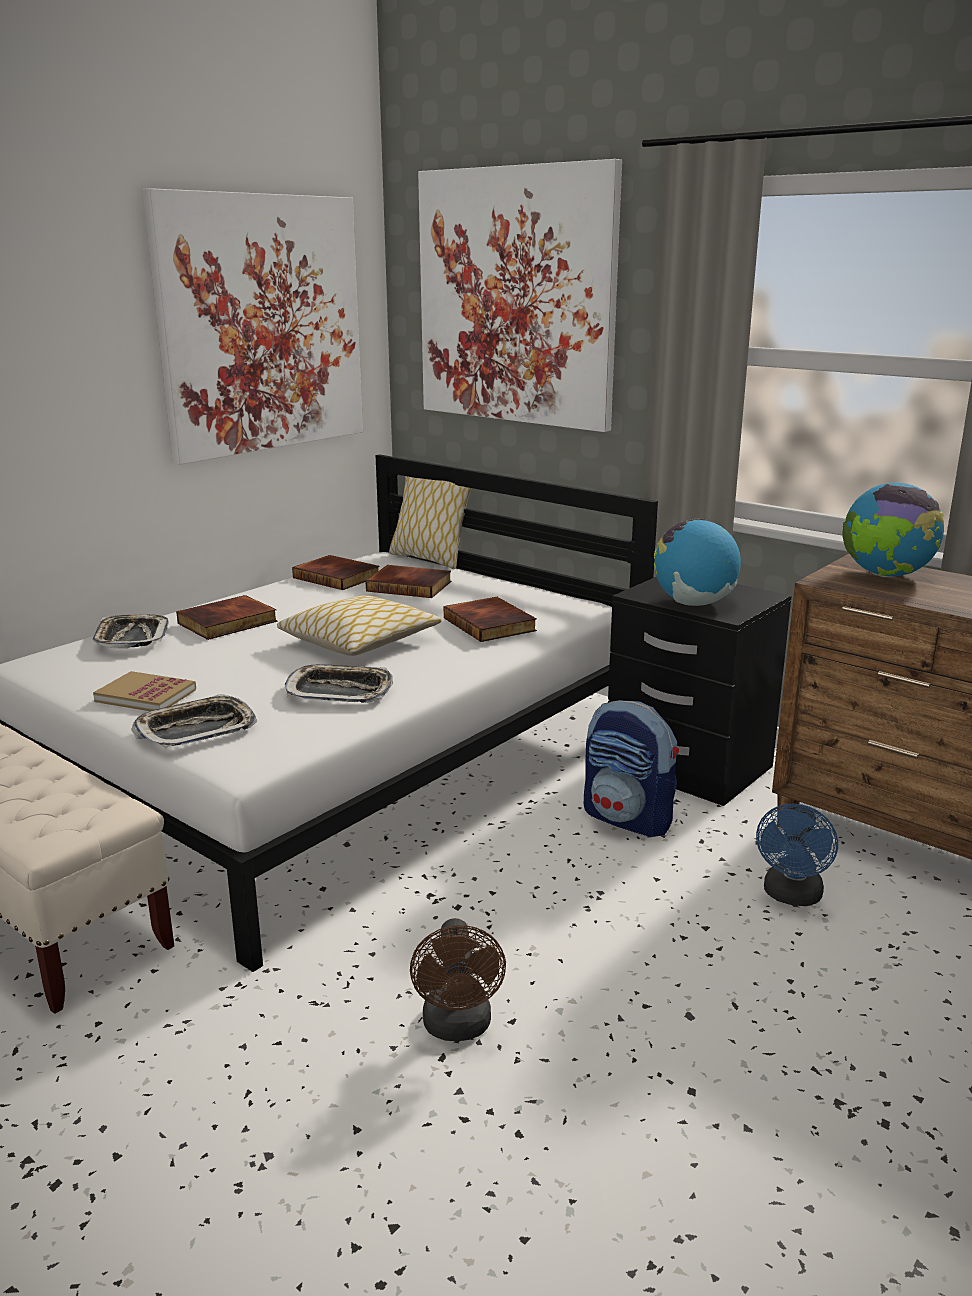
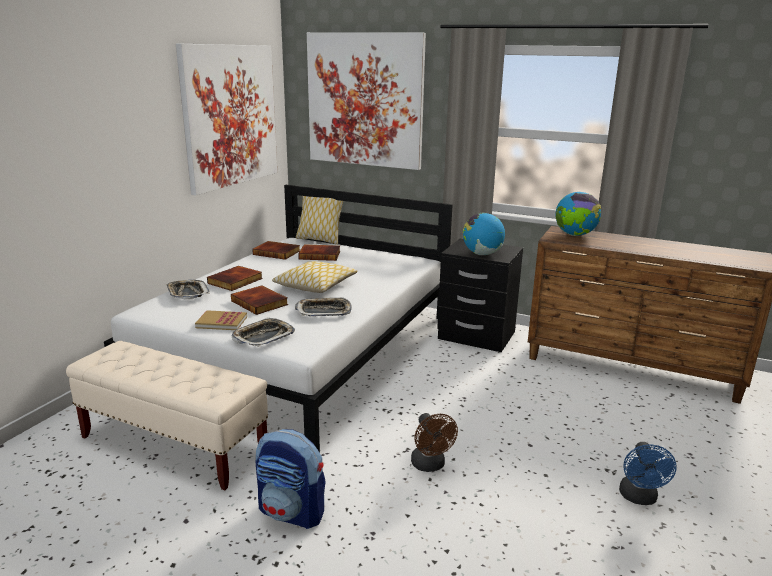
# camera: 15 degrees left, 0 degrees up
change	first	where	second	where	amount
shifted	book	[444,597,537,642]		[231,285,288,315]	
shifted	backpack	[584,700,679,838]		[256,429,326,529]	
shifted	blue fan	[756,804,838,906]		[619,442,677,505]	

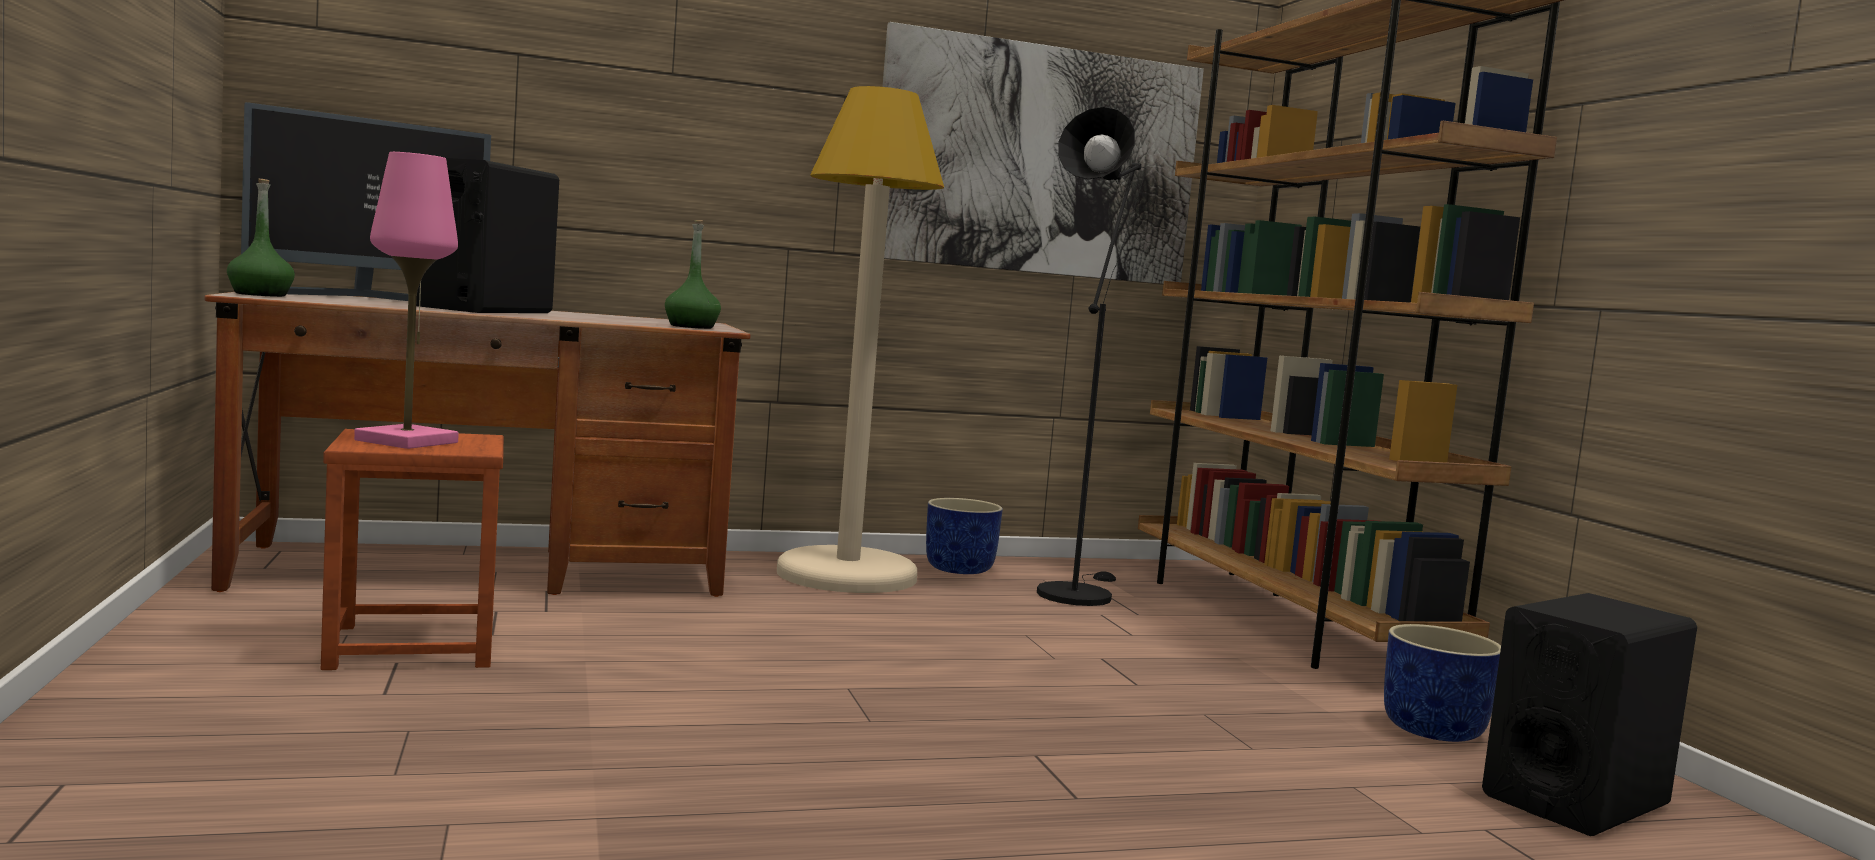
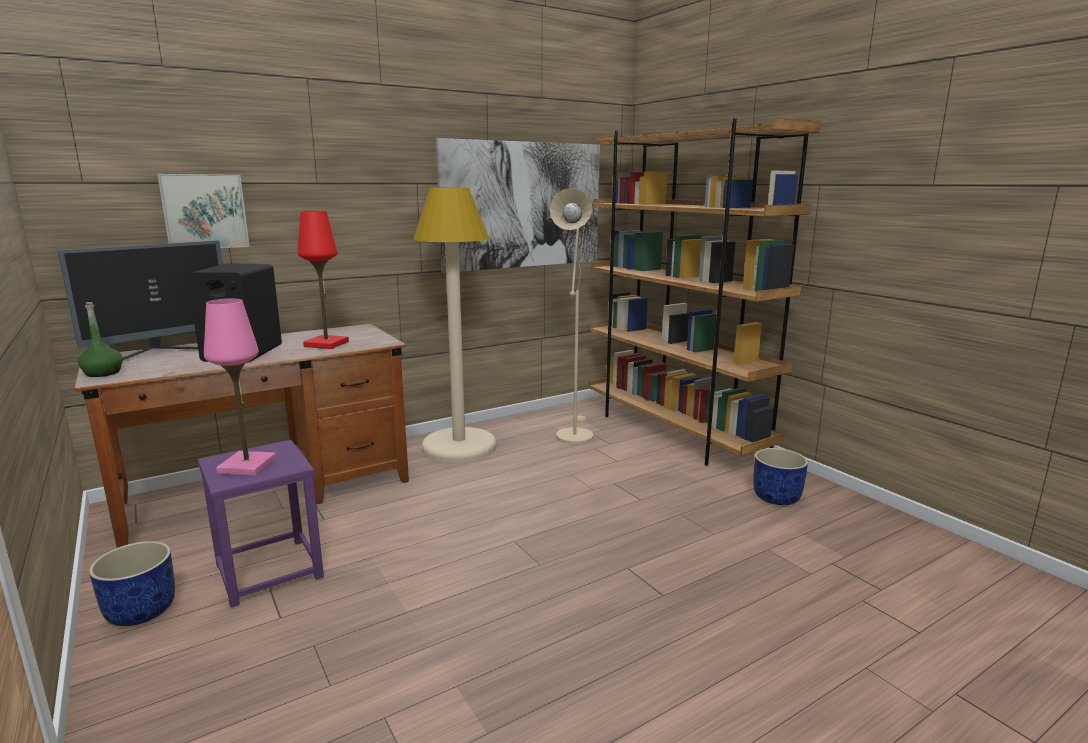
# camera: 15 degrees left, 10 degrees up
change	first	where	second	where	amount
gone	green bottle	[665,220,721,329]			
gone	black speaker	[1482,593,1697,836]			
new			picture	[157,174,249,248]	
new			red table lamp	[297,211,349,349]	
shifted	blue planter	[926,498,1003,574]		[89,541,175,626]	
repainted	brown stool	[321,429,504,670]	purple stool	[197,440,324,608]	
repainted	black floor lamp	[1037,107,1146,606]	beige floor lamp	[550,188,594,444]	

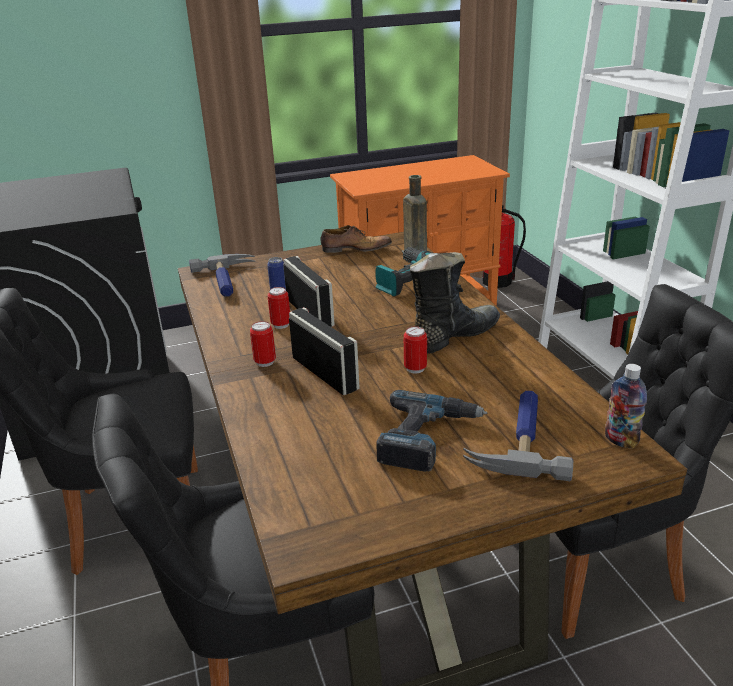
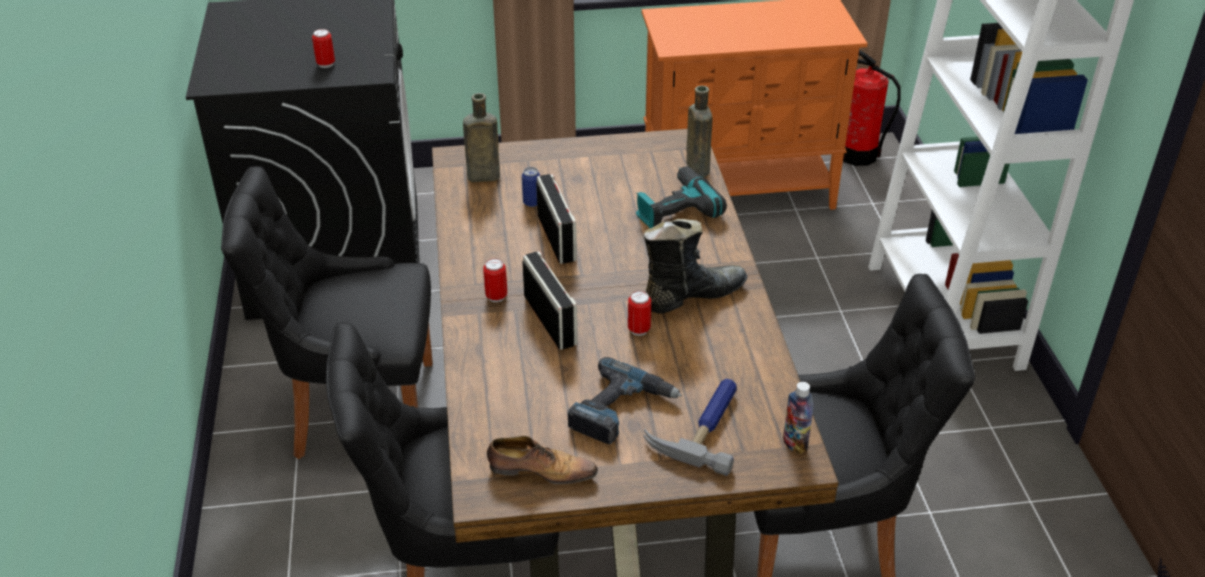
# camera: 10 degrees right, 10 degrees up
change	first	where	second	where	amount
shifted	can	[267,287,290,329]		[312,29,335,68]	
shifted	shoe	[320,225,392,253]		[487,436,598,485]	
swapped	hammer	[189,254,255,297]	brown bottle	[463,93,500,182]	

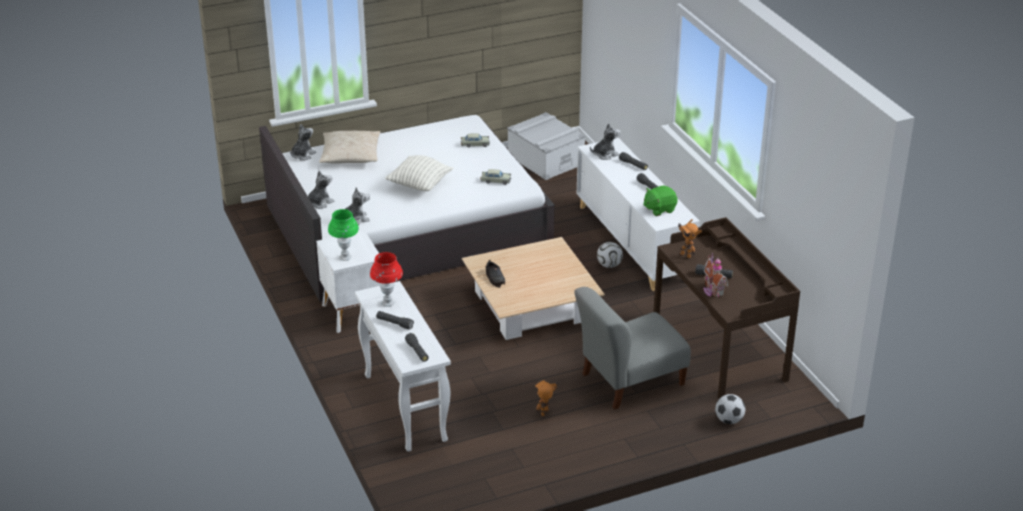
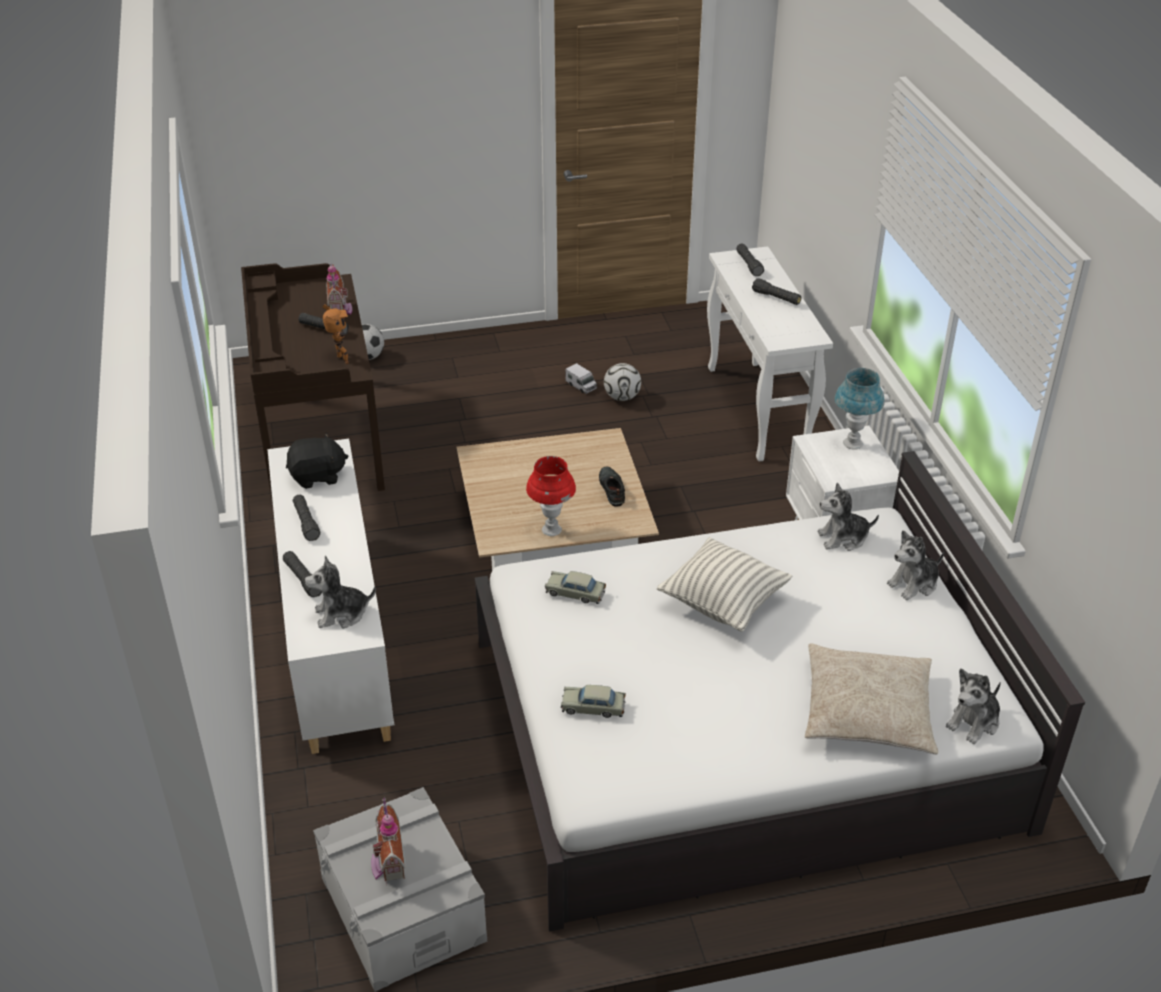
# camera: 170 degrees left, 5 degrees up
change	first	where	second	where	amount
gone	grey chair	[574,287,691,410]			
new			toy house	[371,797,406,885]	
shifted	red table lamp	[370,252,403,307]		[526,456,576,536]	
shifted	football	[597,242,623,268]		[604,363,641,401]	
swapped	toy robot	[535,380,558,416]	toy truck	[565,363,597,394]	
repainted	green table lamp	[328,209,359,261]	blue table lamp	[835,368,885,450]	
repainted	green plush toy	[643,185,678,216]	black plush toy	[286,433,349,489]	

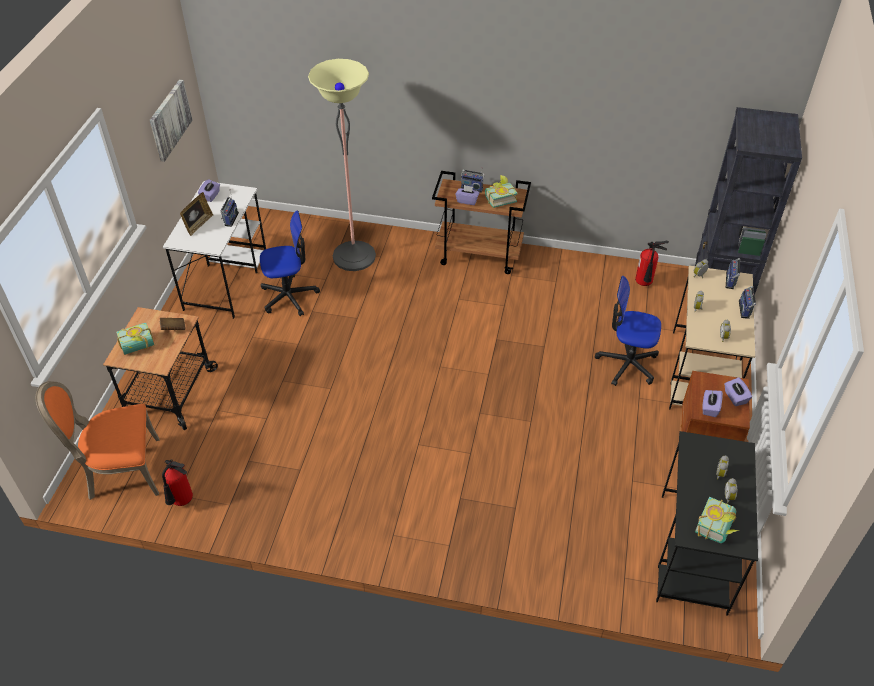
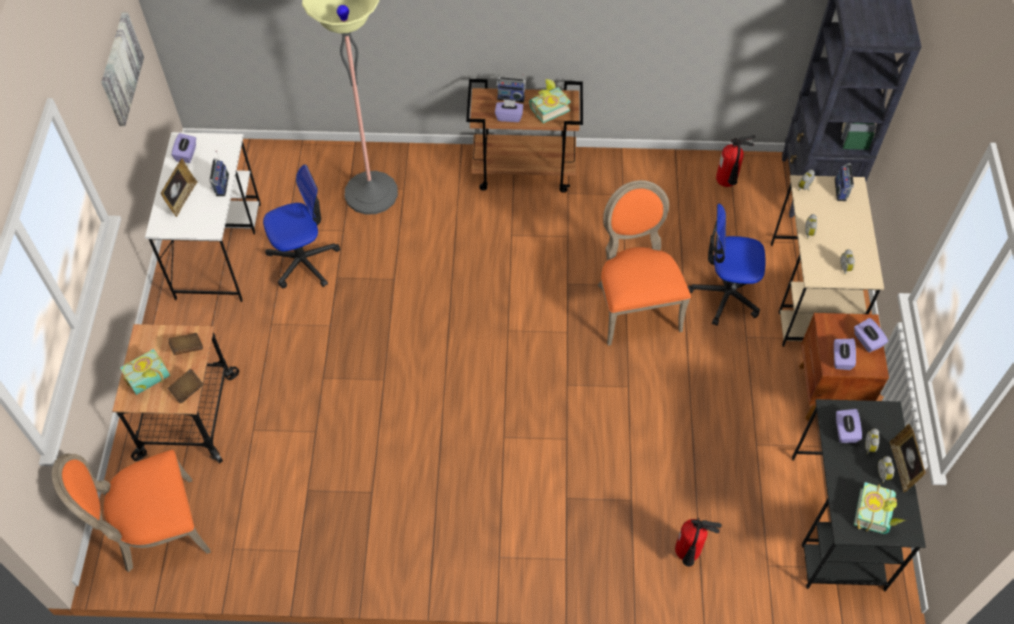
# camera: 10 degrees left, 10 degrees up
change	first	where	second	where	amount
gone	radio	[739,286,756,319]			
new			brown book	[168,369,204,403]	
new			orange chair	[597,180,691,346]	
new			purple tissue box	[836,409,862,443]	
new			picture frame	[890,424,926,492]	
shifted	fire extinguisher	[162,459,193,506]		[675,518,722,567]	

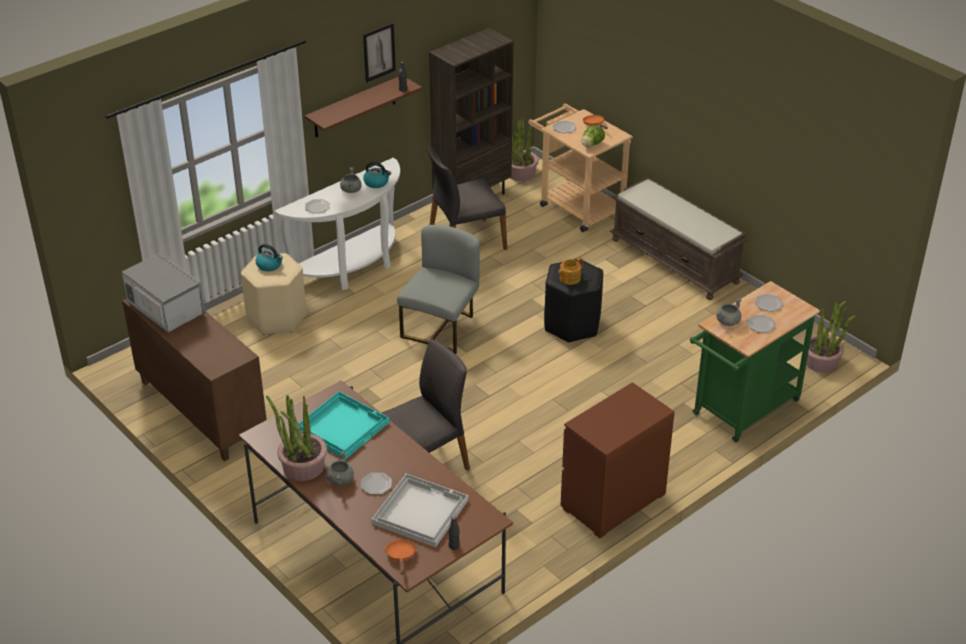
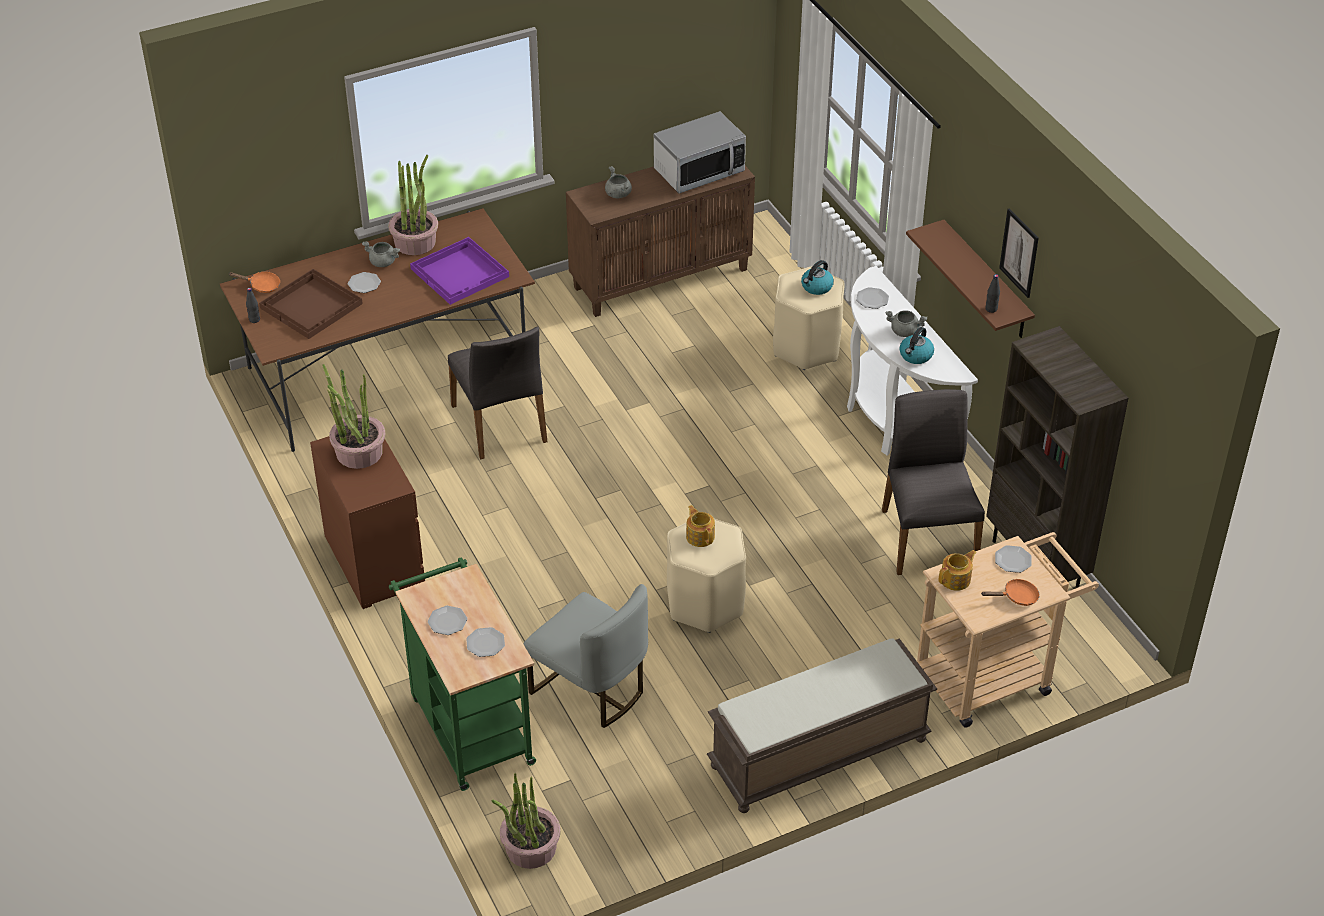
# camera: 105 degrees right, 5 degrees up
change	first	where	second	where	amount
shifted	grey chair	[397,225,480,354]		[524,584,648,728]	
shifted	potted plant	[511,120,539,181]		[322,364,385,469]	
shifted	grey cooking pot	[716,298,742,326]		[605,166,632,198]	
swapped	lettuce	[581,125,605,147]	teapot	[939,550,976,591]	
repainted	turquoise tray	[298,391,389,460]	purple tray	[410,237,509,305]	
repainted	white tray	[372,474,468,548]	brown tray	[259,269,363,339]	
repainted	black stool	[544,259,603,343]	beige stool	[667,519,746,633]	

